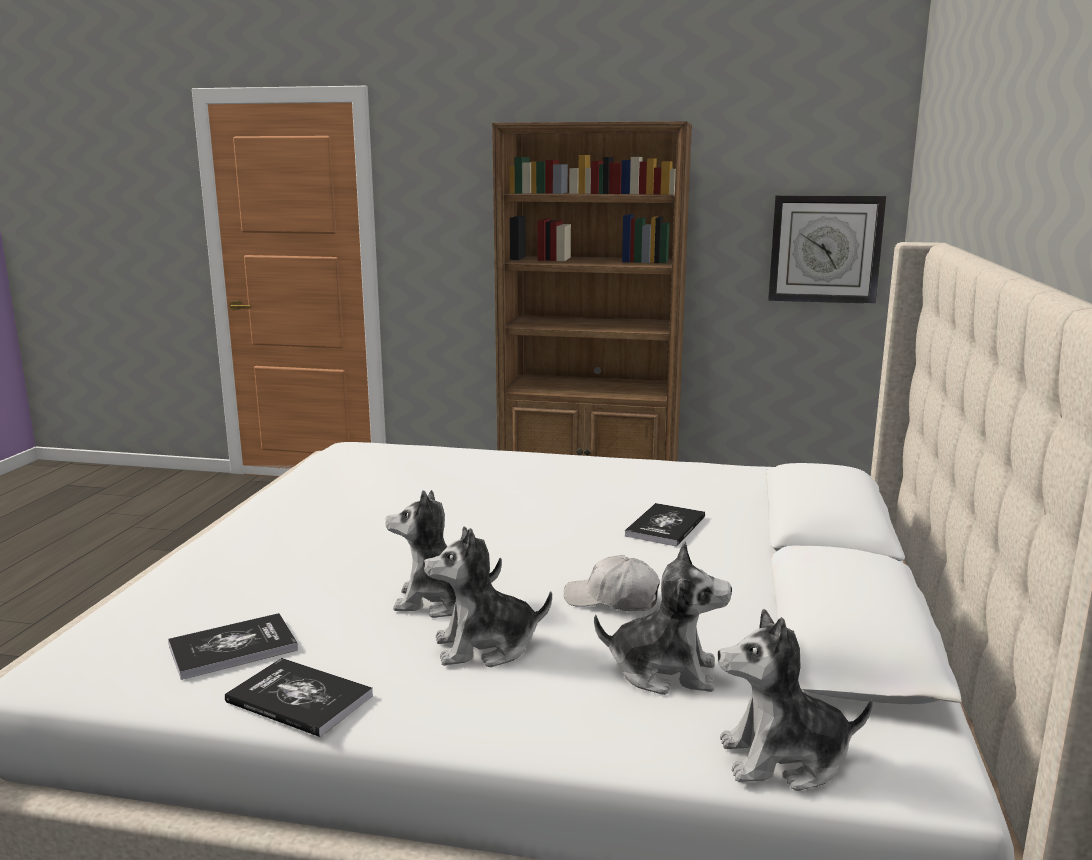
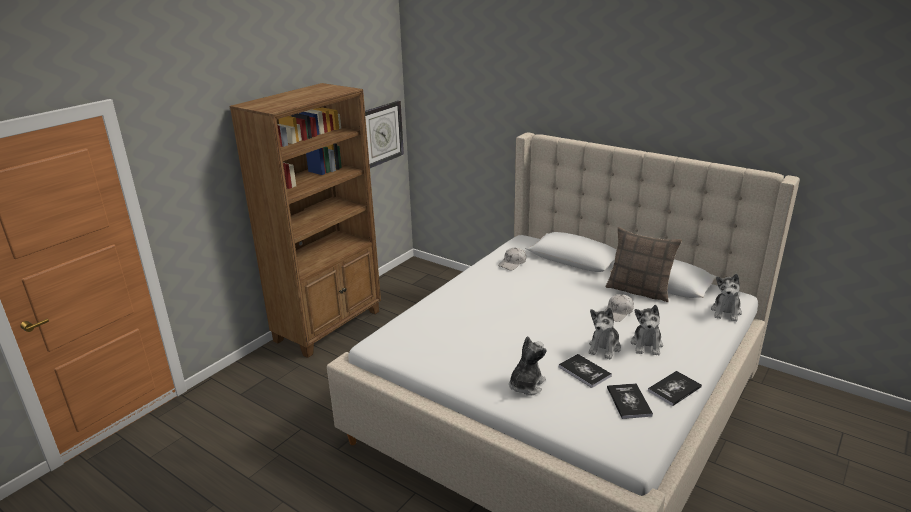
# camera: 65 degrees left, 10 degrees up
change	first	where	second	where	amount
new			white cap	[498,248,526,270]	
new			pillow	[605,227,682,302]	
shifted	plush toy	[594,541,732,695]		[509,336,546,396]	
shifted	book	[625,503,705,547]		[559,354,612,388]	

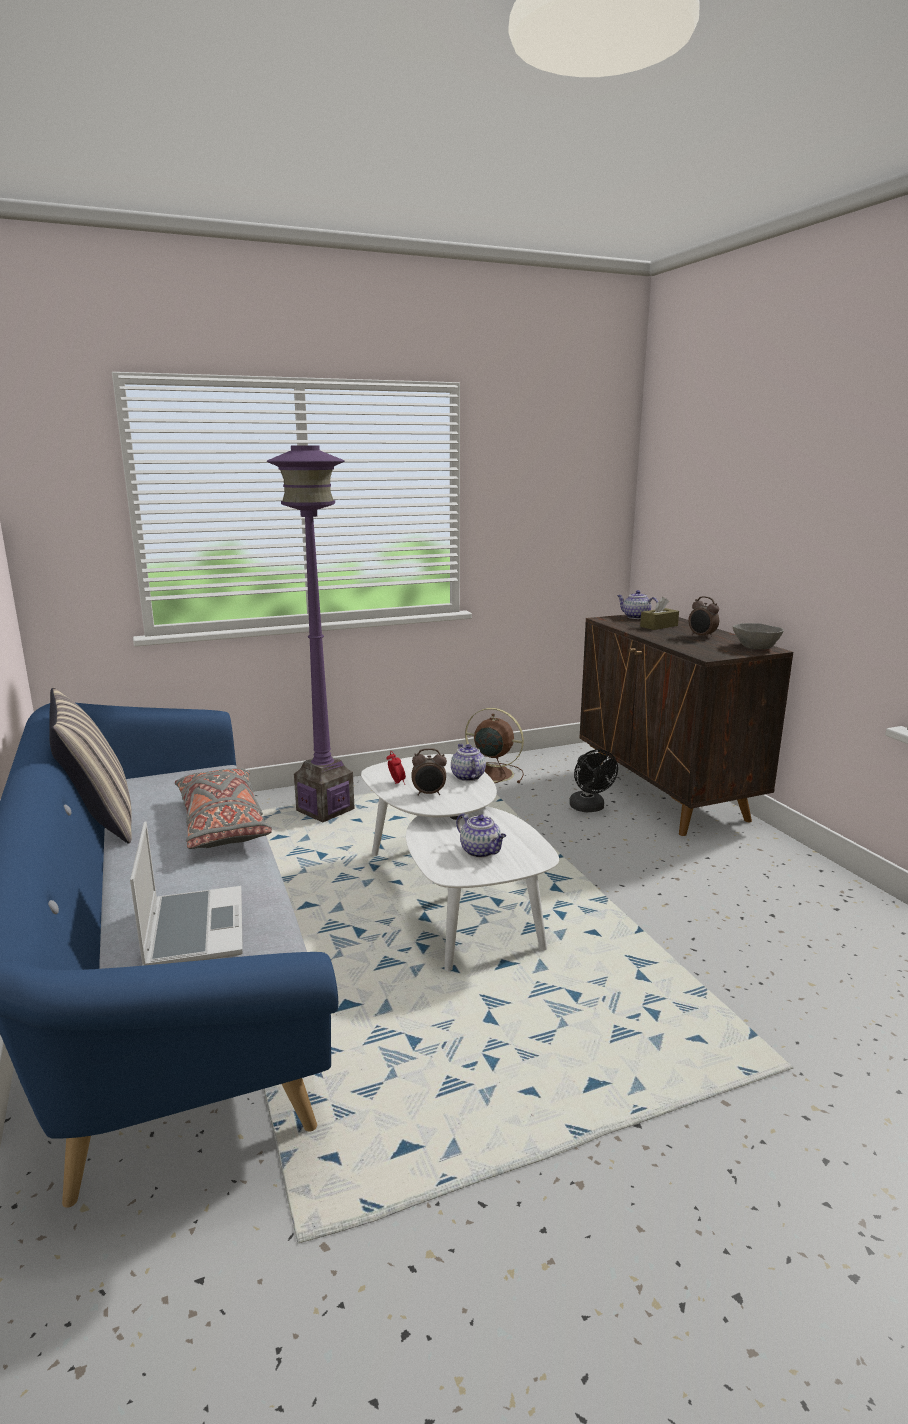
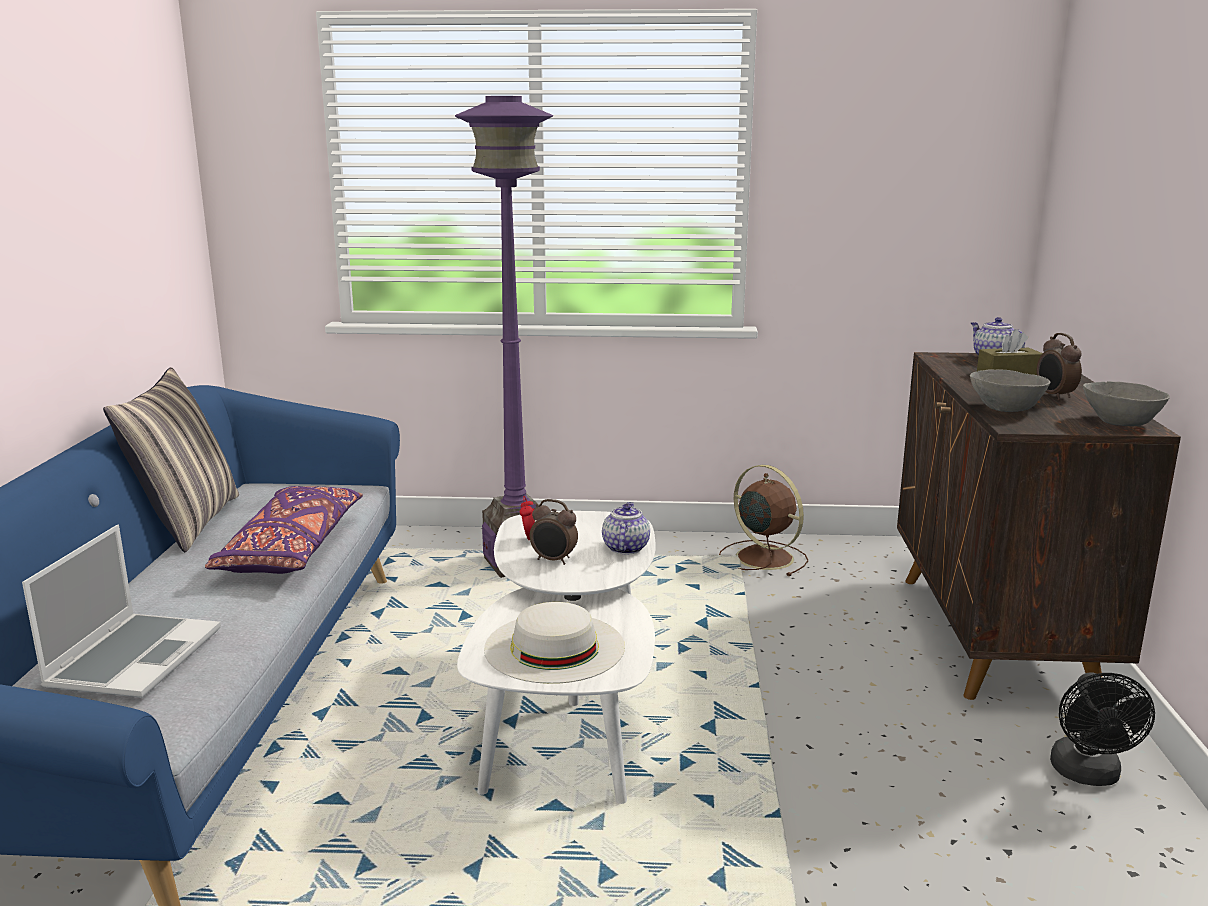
# camera: 25 degrees right, 0 degrees up
change	first	where	second	where	amount
new			grey bowl	[970,370,1050,412]	
shifted	black fan	[569,749,618,812]		[1050,672,1155,786]	
swapped	teapot	[456,813,506,858]	white hat	[484,602,625,684]	
repainted	grey pillow	[175,768,272,849]	purple pillow	[205,486,363,574]	

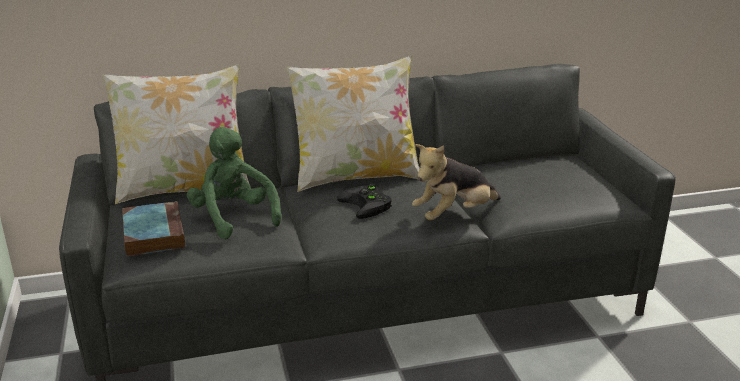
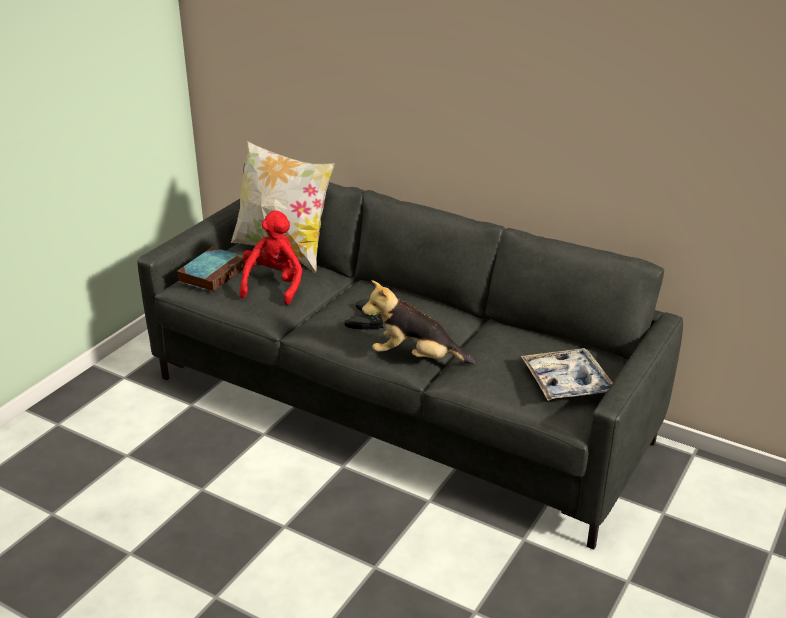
# camera: 45 degrees right, 5 degrees up
change	first	where	second	where	amount
gone	pillow	[286,55,420,192]			
new			tray	[521,348,613,401]	
repainted	green plush toy	[187,127,281,239]	red plush toy	[240,210,302,305]	

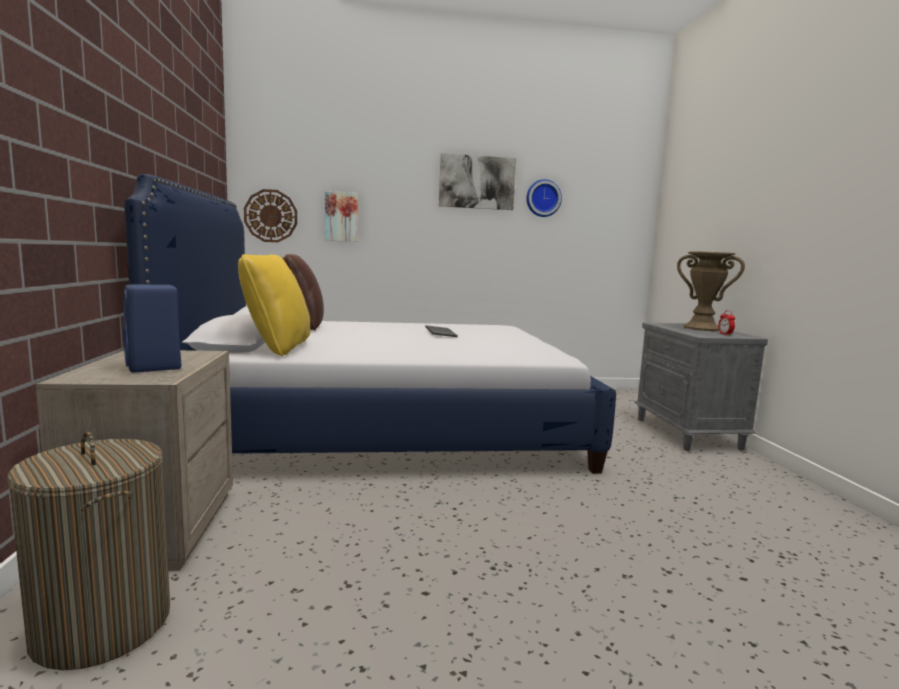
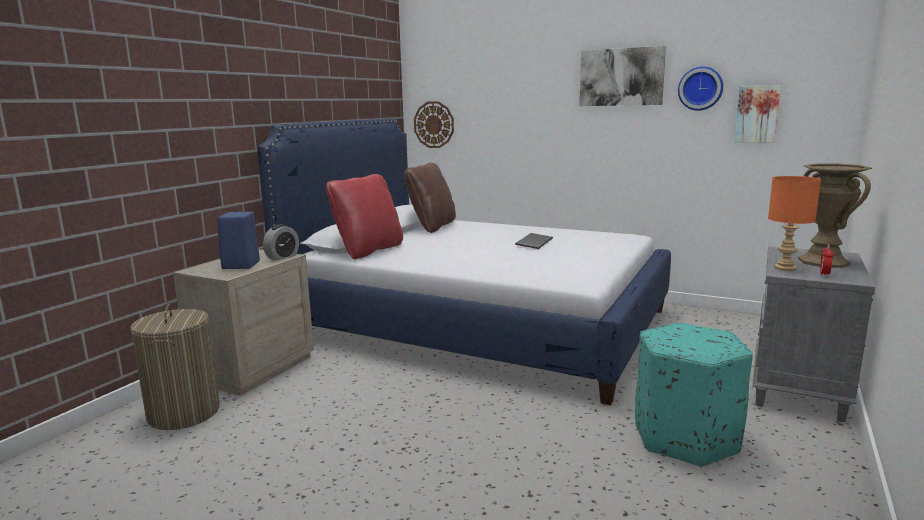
# camera: 35 degrees right, 5 degrees up
change	first	where	second	where	amount
new			alarm clock	[263,224,299,260]	
new			turquoise ottoman	[635,323,753,468]	
new			orange table lamp	[768,176,821,271]	
shifted	picture	[325,191,358,242]		[734,85,781,143]	
repainted	yellow pillow	[238,254,310,356]	red pillow	[326,174,403,260]	

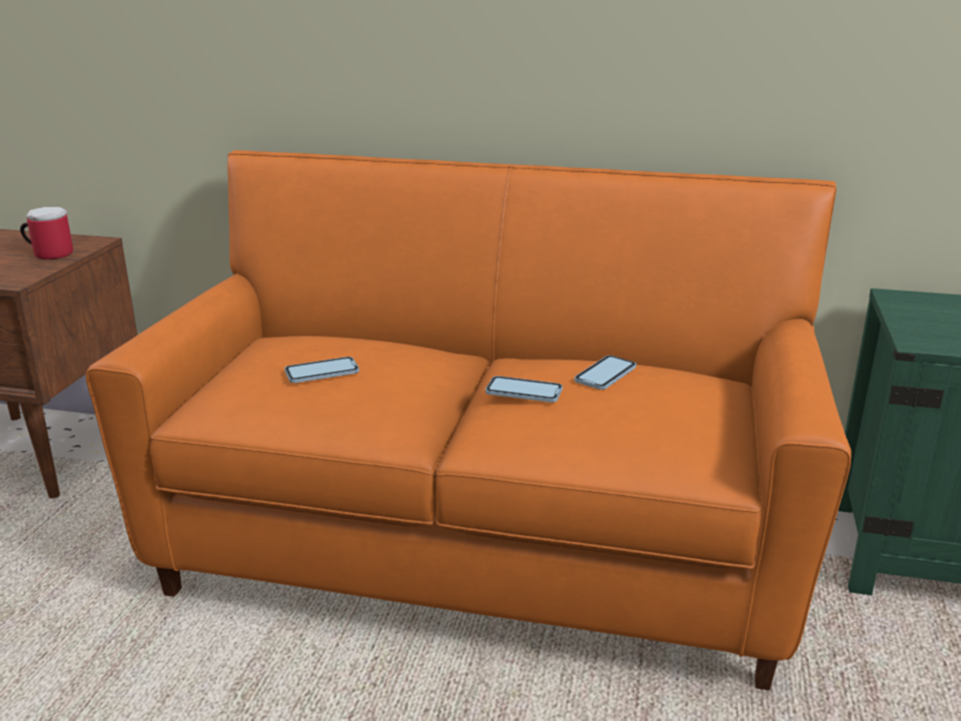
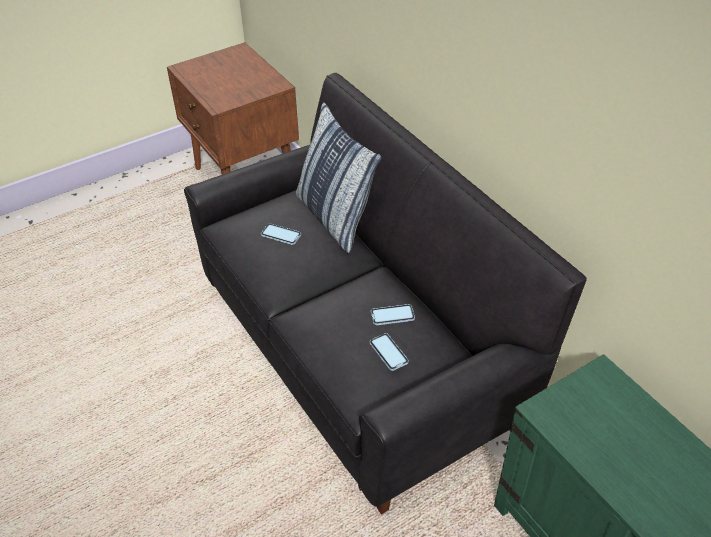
# camera: 45 degrees right, 20 degrees up
change	first	where	second	where	amount
gone	mug	[20,207,73,259]			
new			pillow	[296,102,382,254]	
shifted	phone	[486,376,563,402]		[369,333,409,371]	
repainted	orange sofa	[86,150,851,690]	black sofa	[184,73,587,514]	

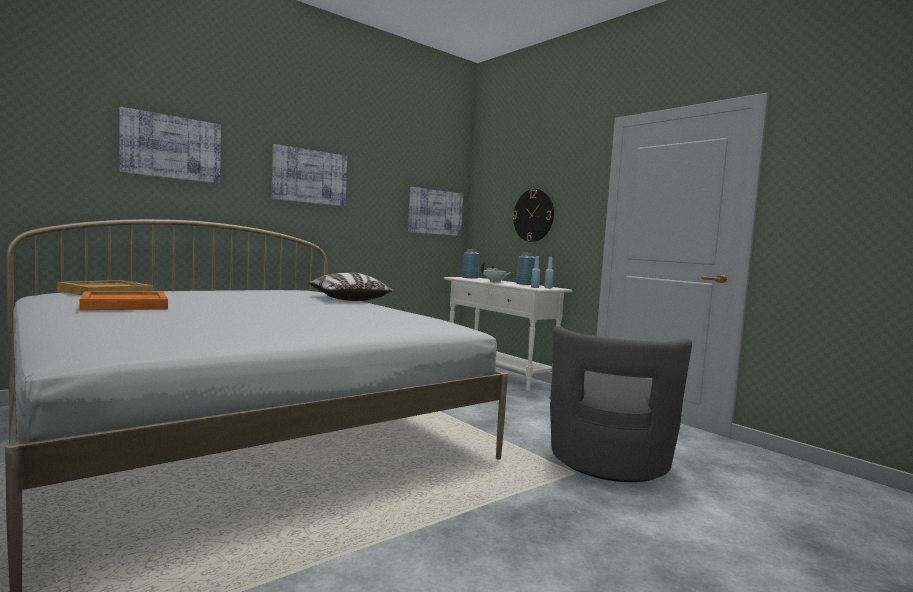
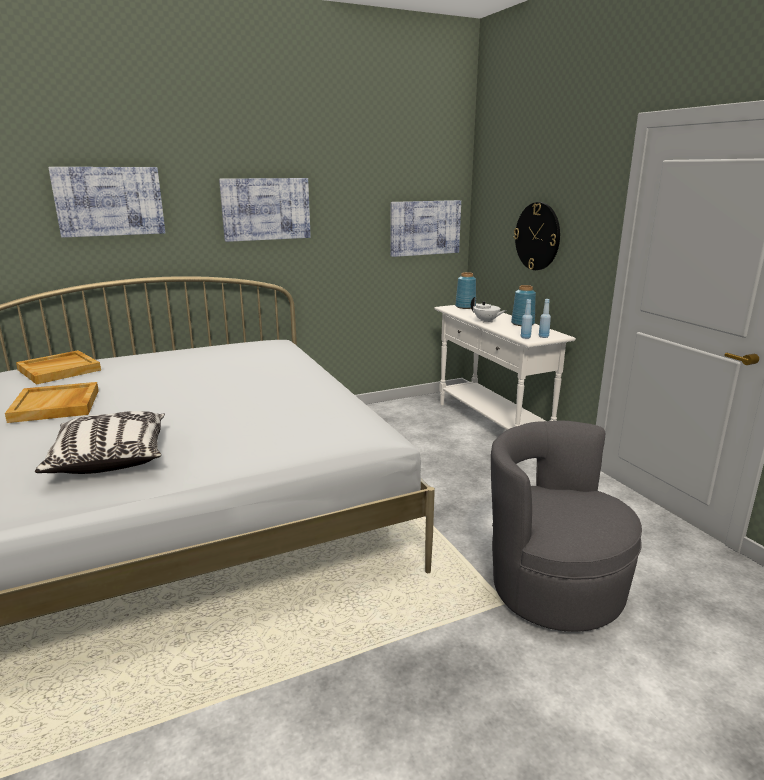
# camera: 15 degrees right, 15 degrees up
change	first	where	second	where	amount
shifted	pillow	[308,272,393,301]		[35,411,165,474]	
repainted	orange tray	[79,291,168,310]	beige tray	[5,382,99,423]	
rotated	grey armchair	[550,326,692,482]		[491,421,642,632]	105 degrees clockwise

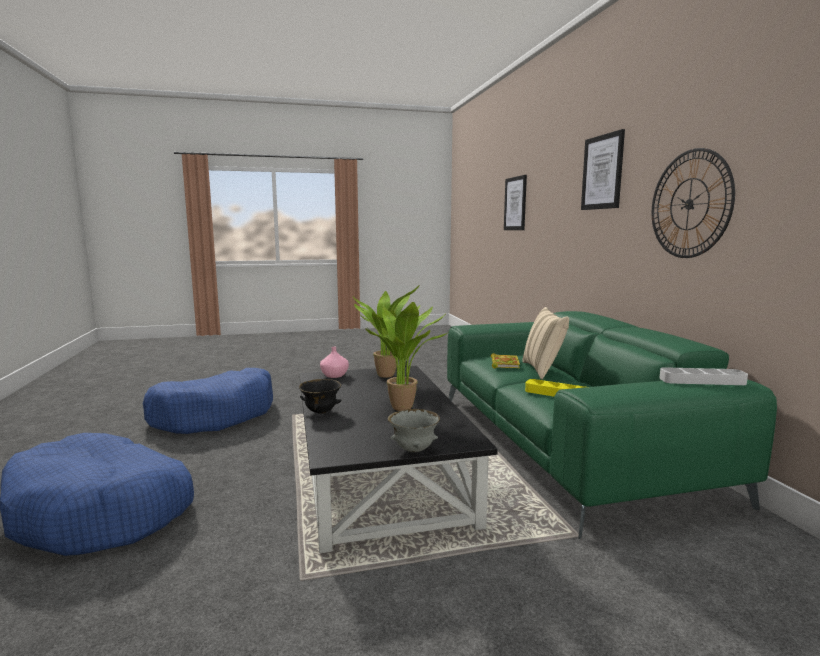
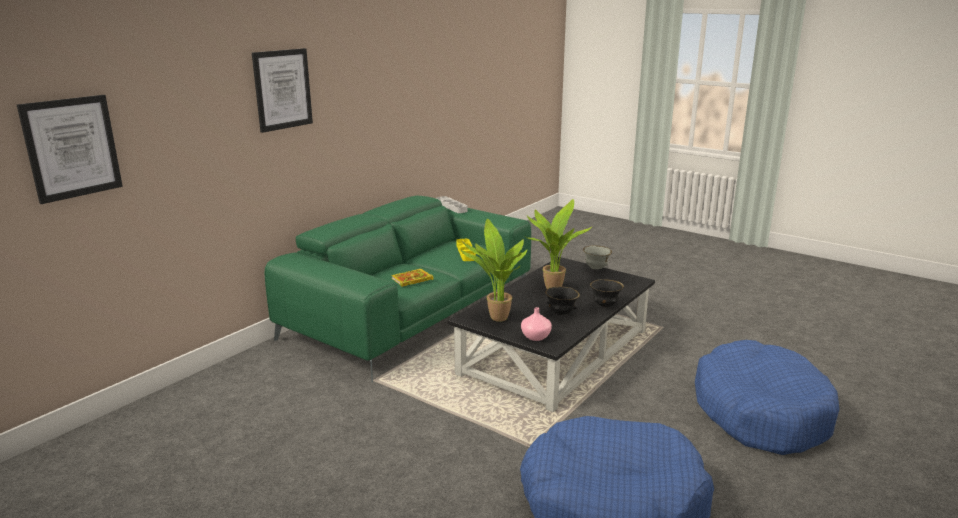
# camera: 130 degrees left, 10 degrees up
change	first	where	second	where	amount
gone	beige pillow	[522,307,569,379]			
gone	wall clock	[652,148,735,258]			
new			black bowl	[545,286,580,315]	

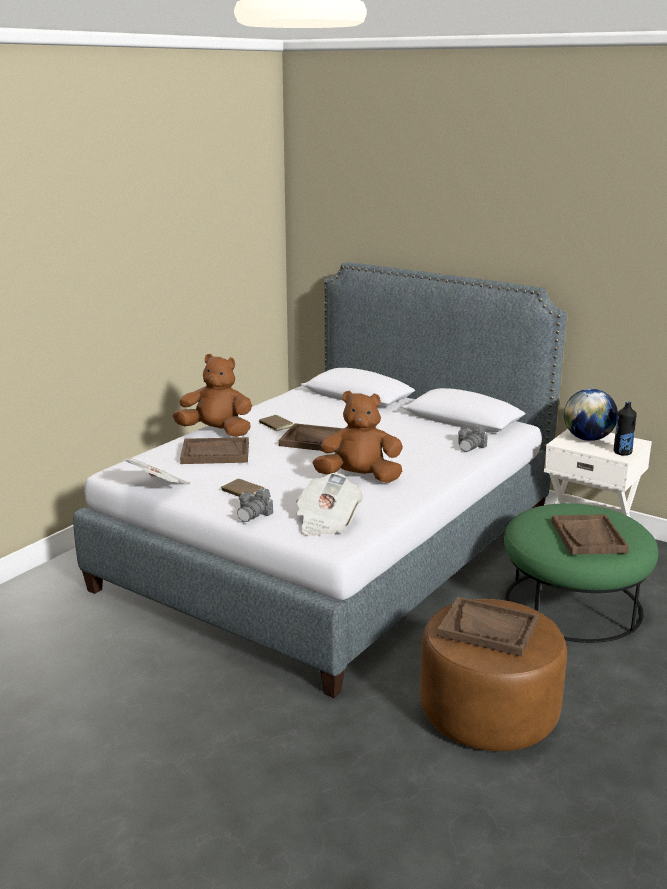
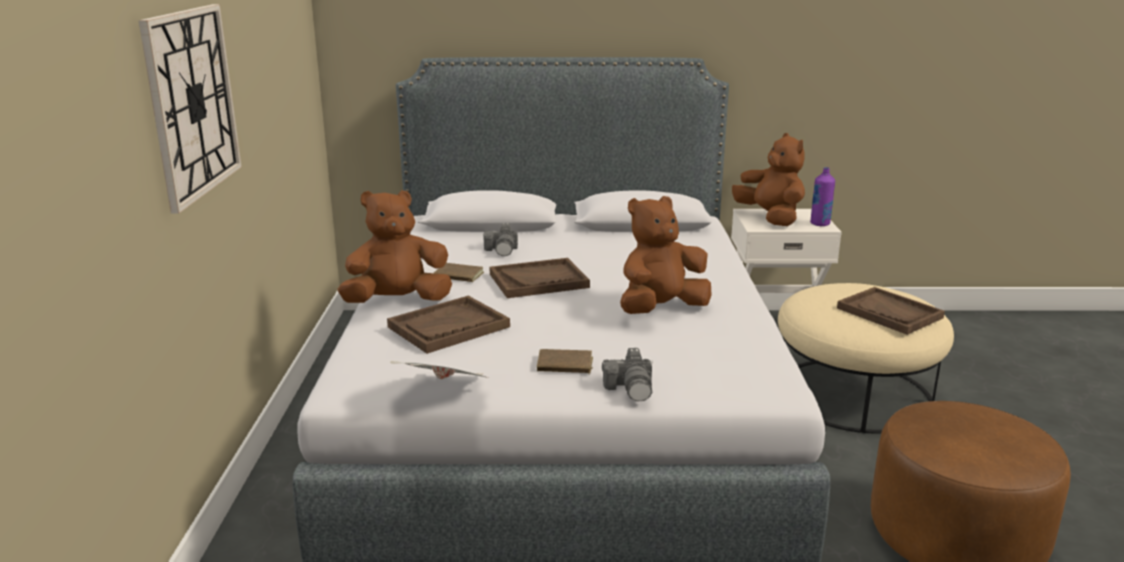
# camera: 35 degrees left, 0 degrees up
change	first	where	second	where	amount
gone	newspaper	[297,473,363,536]			
gone	brown tray	[437,597,538,656]			
new			wall clock	[138,4,242,214]	
shifted	photo camera	[458,425,488,452]		[483,223,518,256]	
swapped	globe	[564,389,618,441]	brown plush toy	[732,133,805,226]	
repainted	green ottoman	[504,503,658,643]	beige ottoman	[778,283,954,434]	
repainted	black bottle	[614,402,637,456]	purple bottle	[810,167,835,226]	

